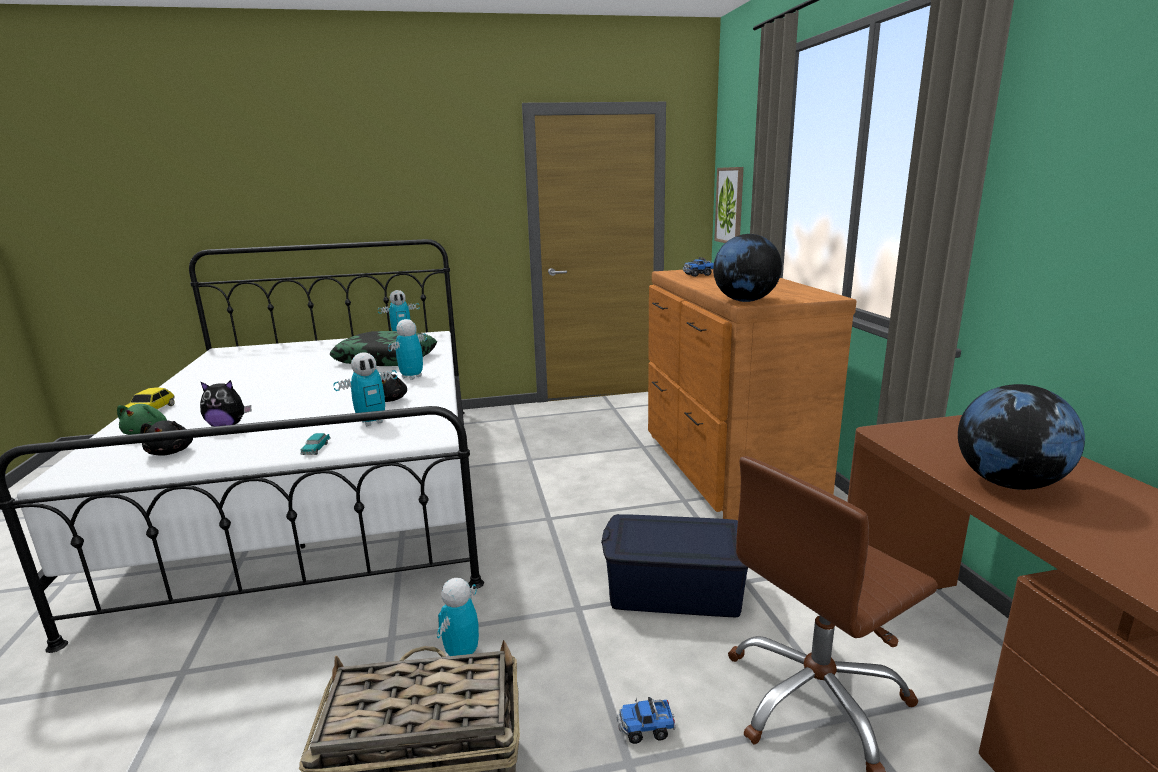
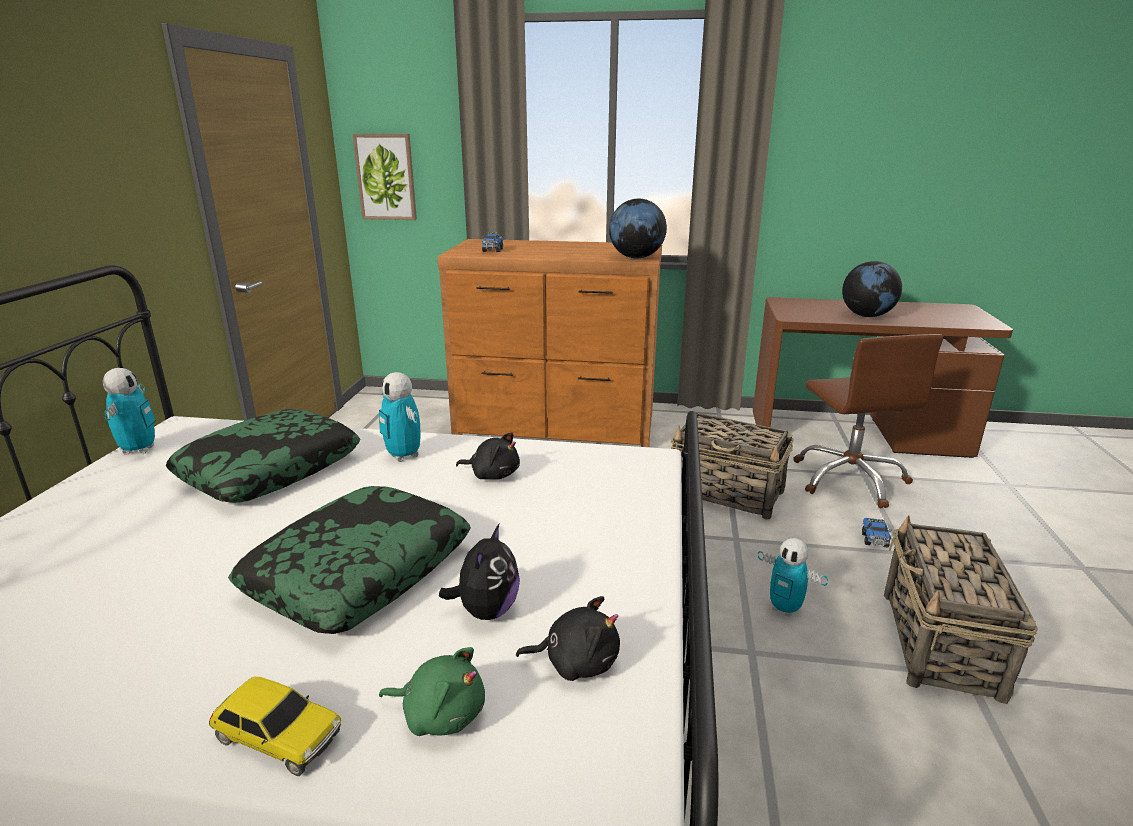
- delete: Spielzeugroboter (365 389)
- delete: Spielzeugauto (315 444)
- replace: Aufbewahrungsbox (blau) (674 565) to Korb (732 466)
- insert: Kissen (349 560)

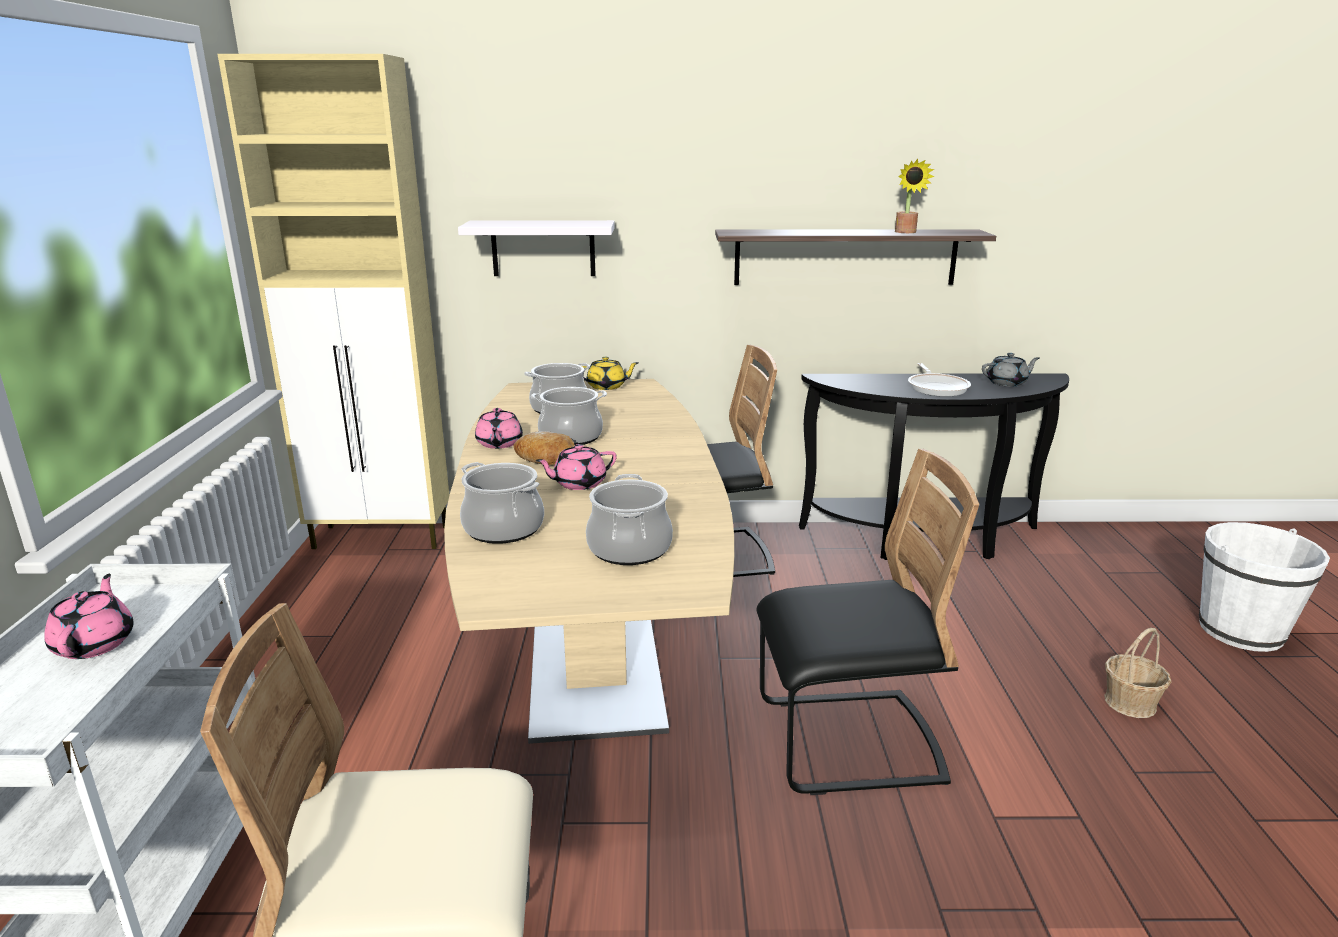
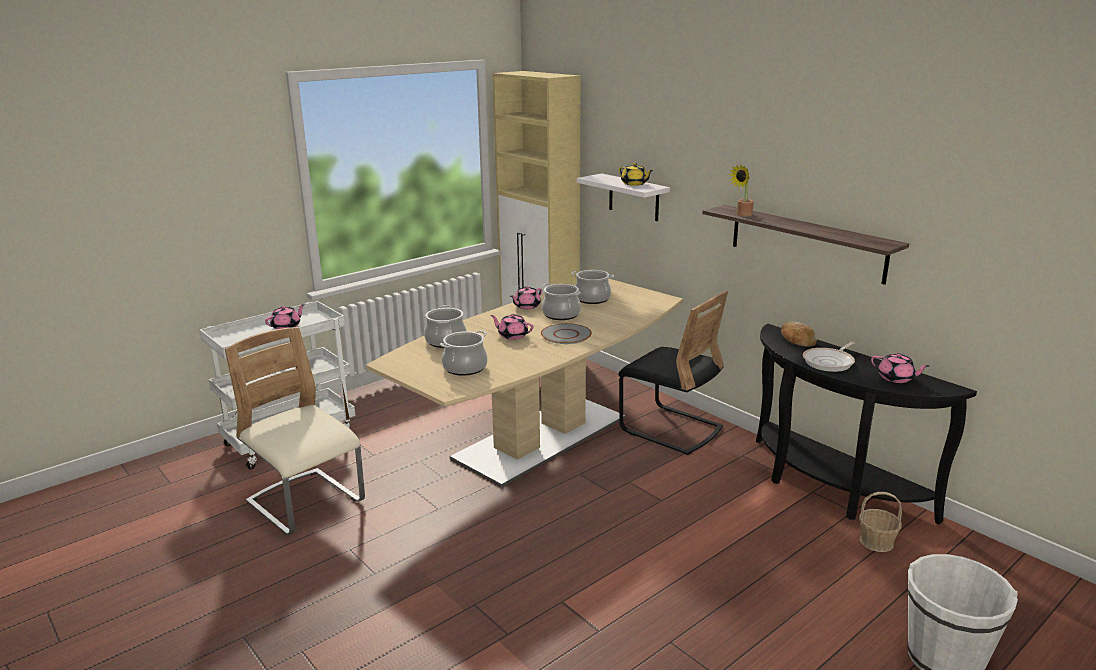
- move: Topfpflanze (915 196) to (741 190)
- recolor: Teekanne (grau) (1010 370) to Teekanne (rosa) (900 368)
- move: Teekanne (gelb) (610 373) to (636 174)
- move: Brot (544 448) to (799 334)
- delete: Stuhl (schwarz) (867 622)
- move: Korb (1137 673) to (880 522)
- insert: Teller (grau) (566 333)

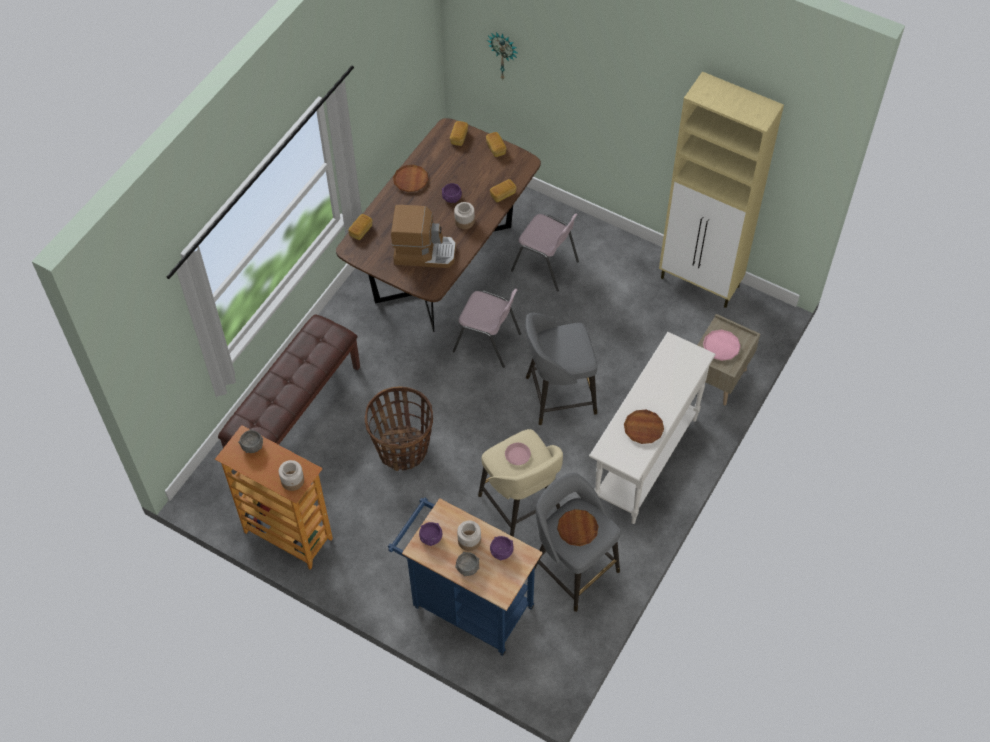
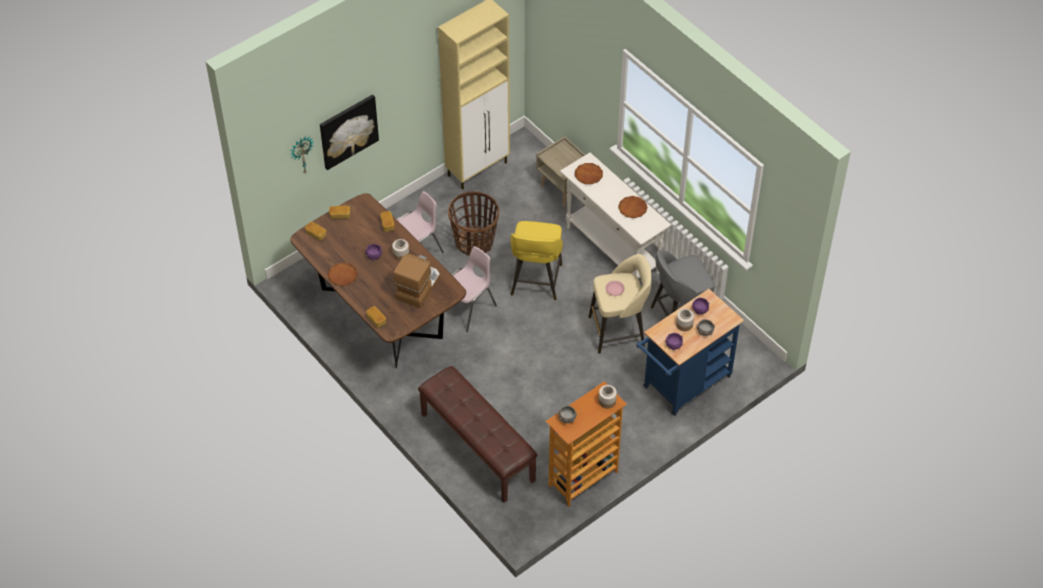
- recolor: Hocker (grau) (561 369) to Hocker (gelb) (537 260)
- delete: Teller (rosa) (722 345)
- move: Korb (399 429) to (473 223)
- move: Teller (braun) (577 527) to (589 173)
- insert: Bild (349 132)

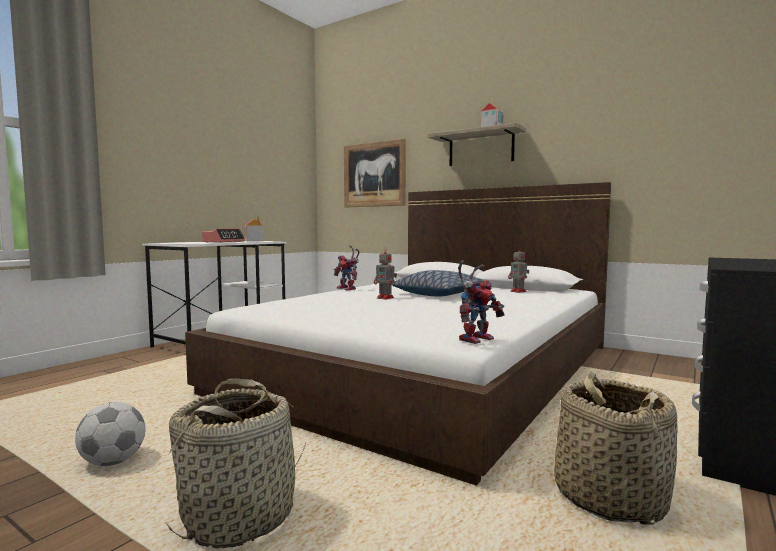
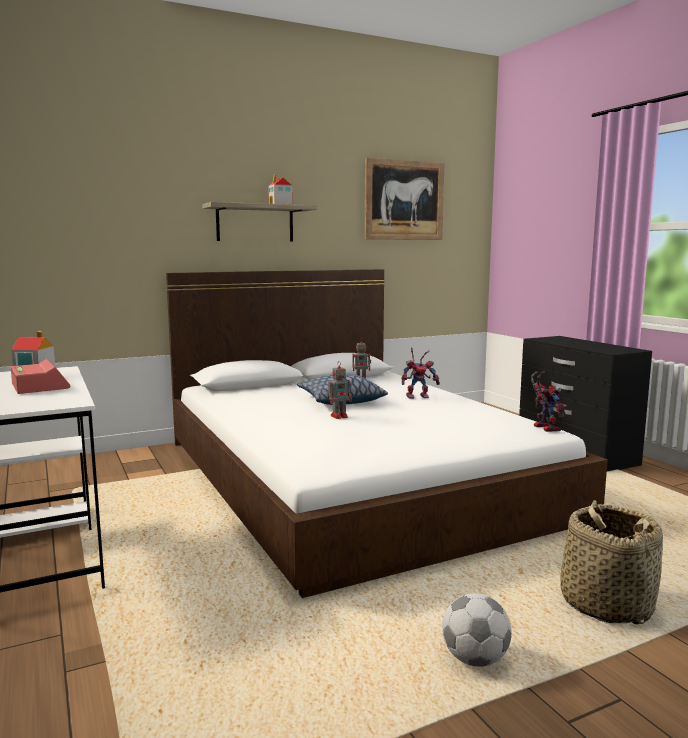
- move: Bild (375 172) to (404 199)
- move: Spielzeugroboter (347 267) to (420 373)
- delete: Korb (616 448)

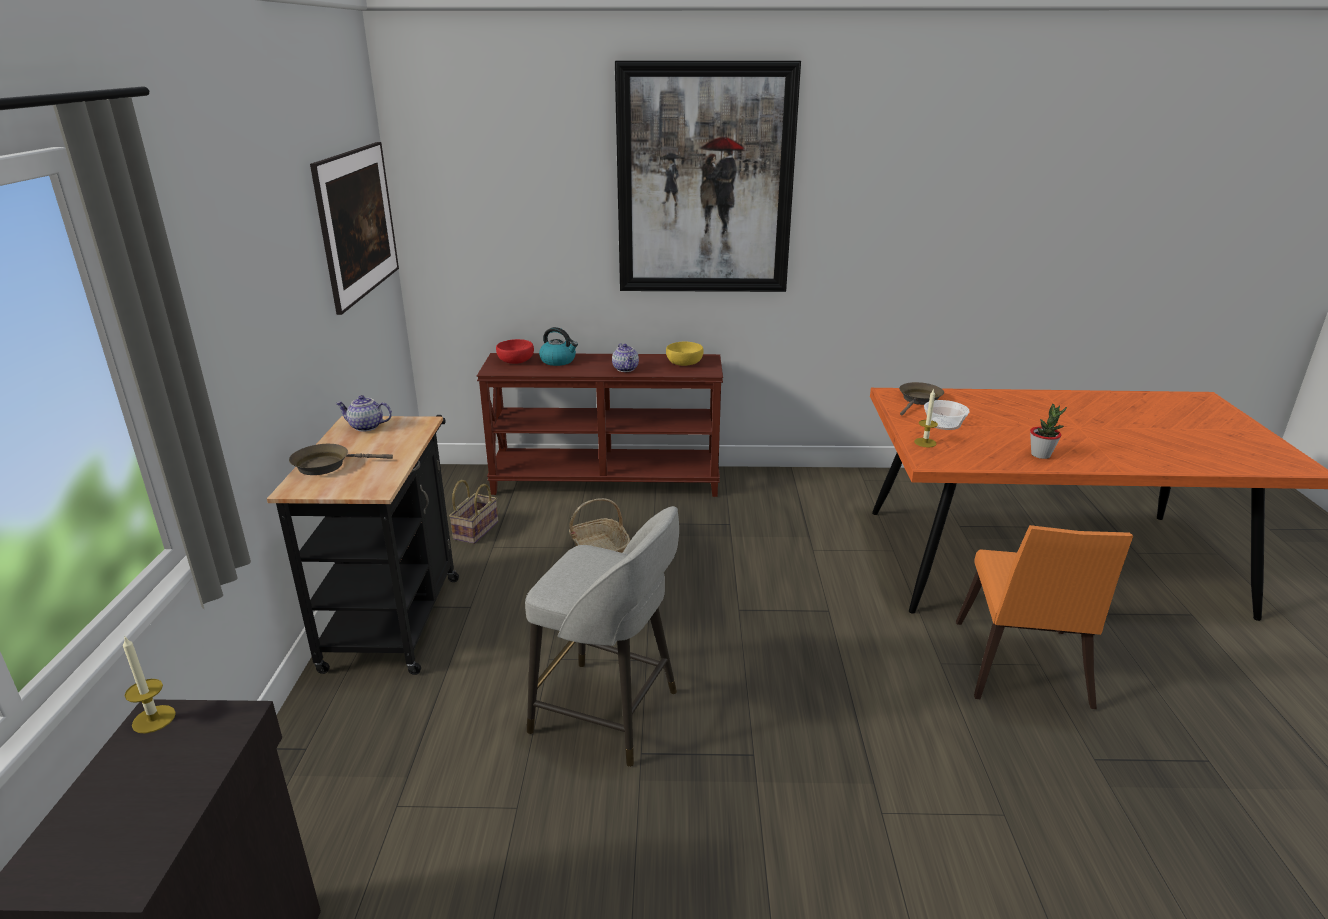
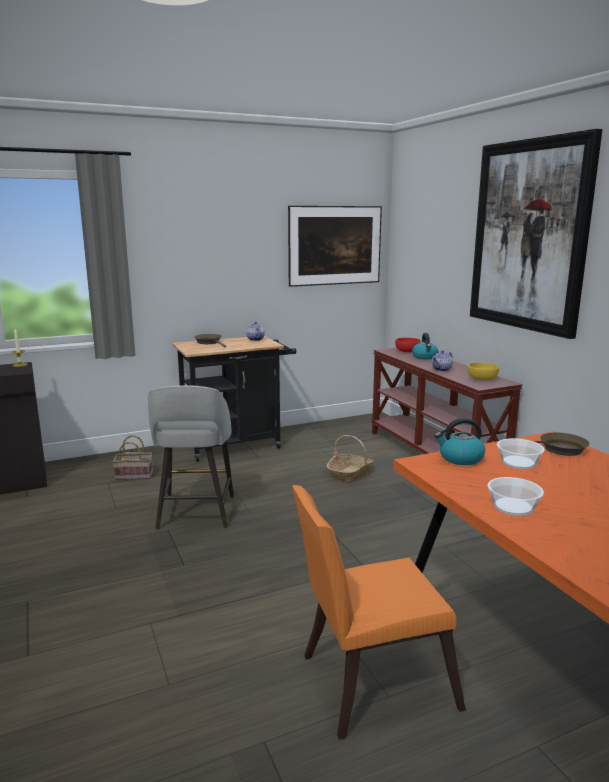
- replace: Kerze (926 418) to Wasserkessel (459 441)
- replace: Topfpflanze (1048 431) to Schüssel (516 496)
- move: Korb (473 512) to (132 457)

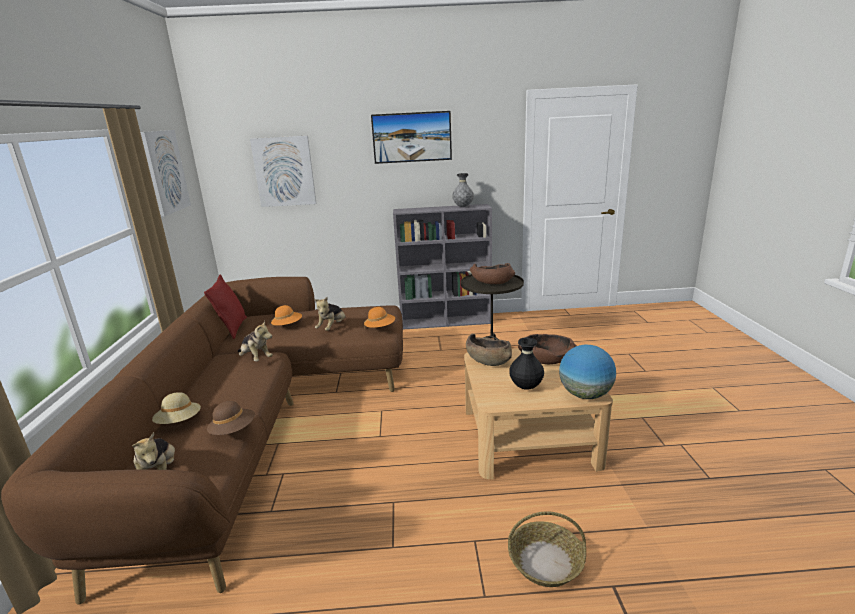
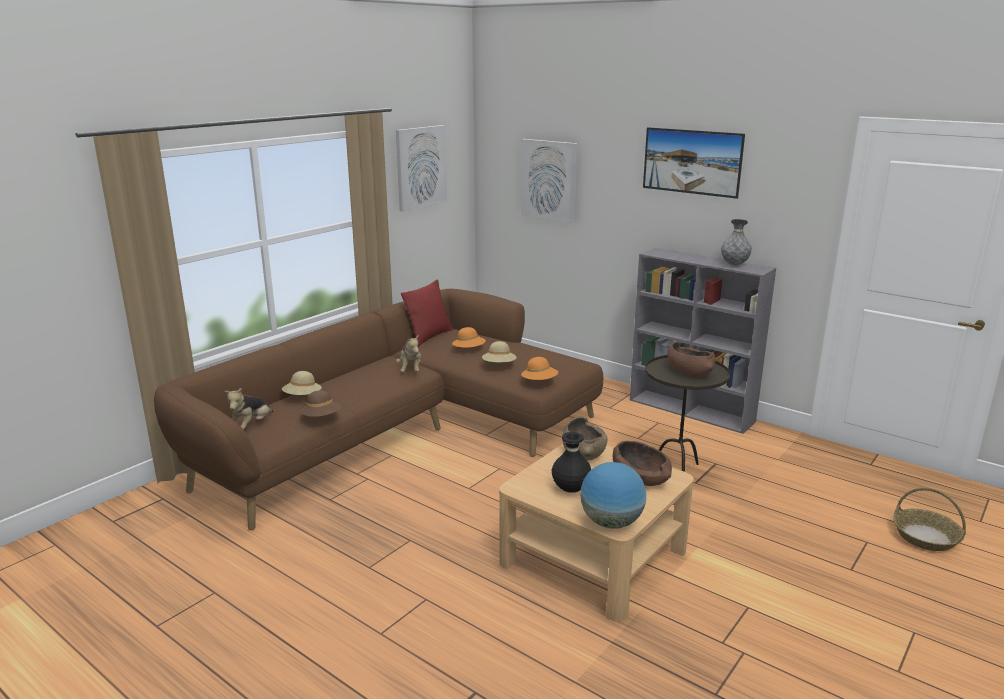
- replace: Plüschtier (330 314) to Hut (beige) (499 352)
- move: Korb (547 549) to (930 519)

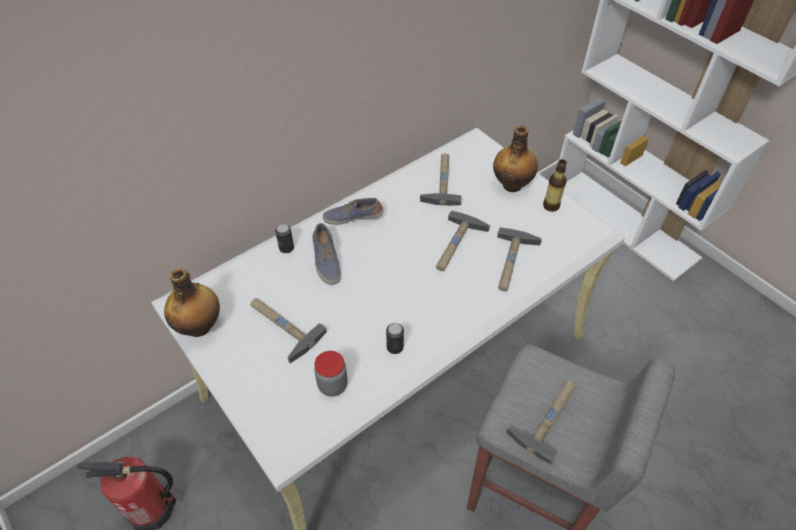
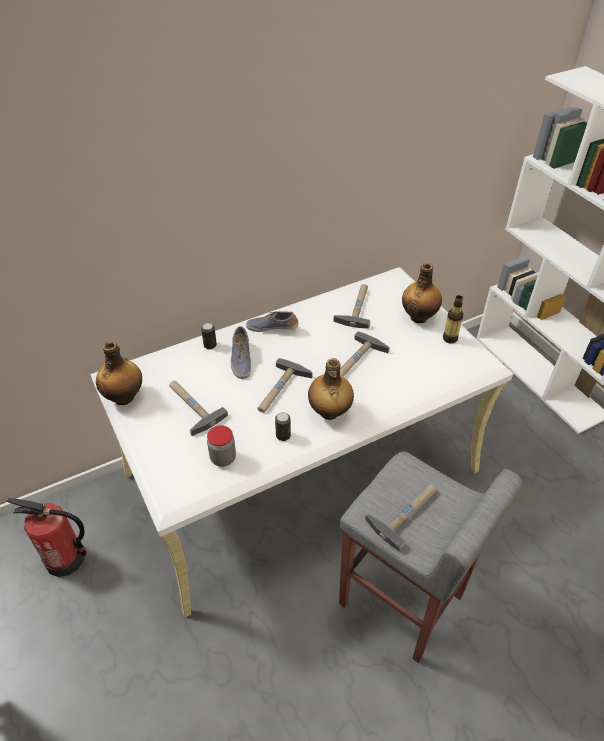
- move: Hammer (519 259) to (285 385)
- insert: Flasche (331 389)

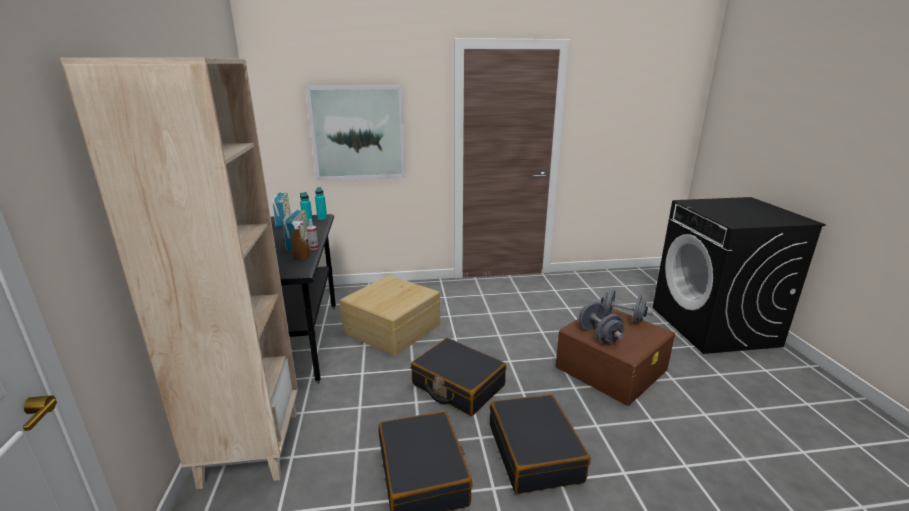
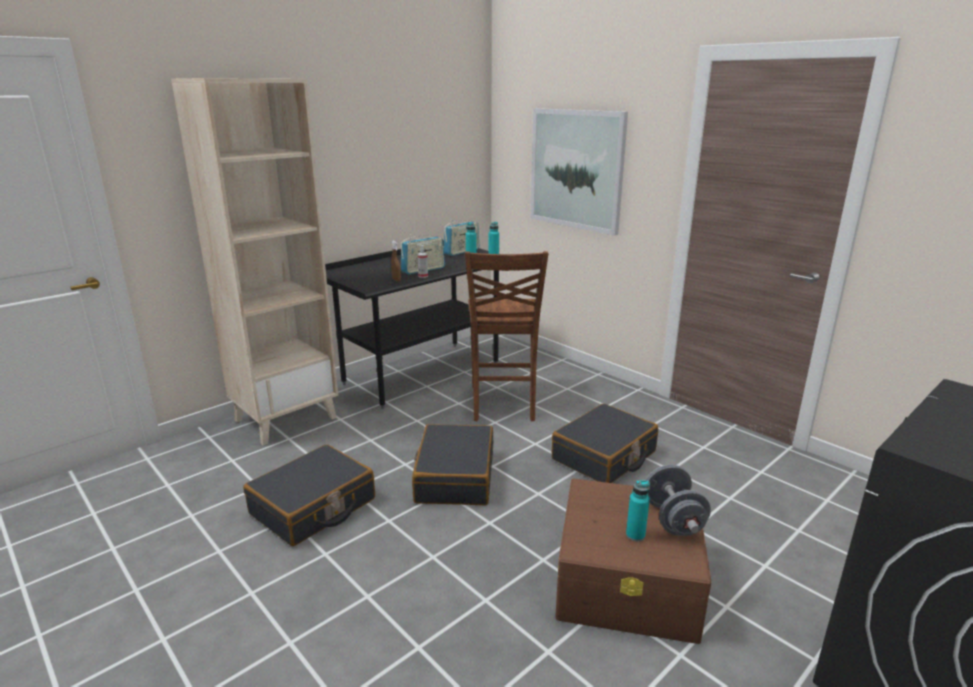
- replace: Aufbewahrungsbox (beige) (390 315) to Stuhl (braun) (507 336)
- delete: Hantel (grau) (601 323)
- move: Koffer (schwarz) (540 444) to (605 443)
- insert: Flasche (türkis) (638 510)

